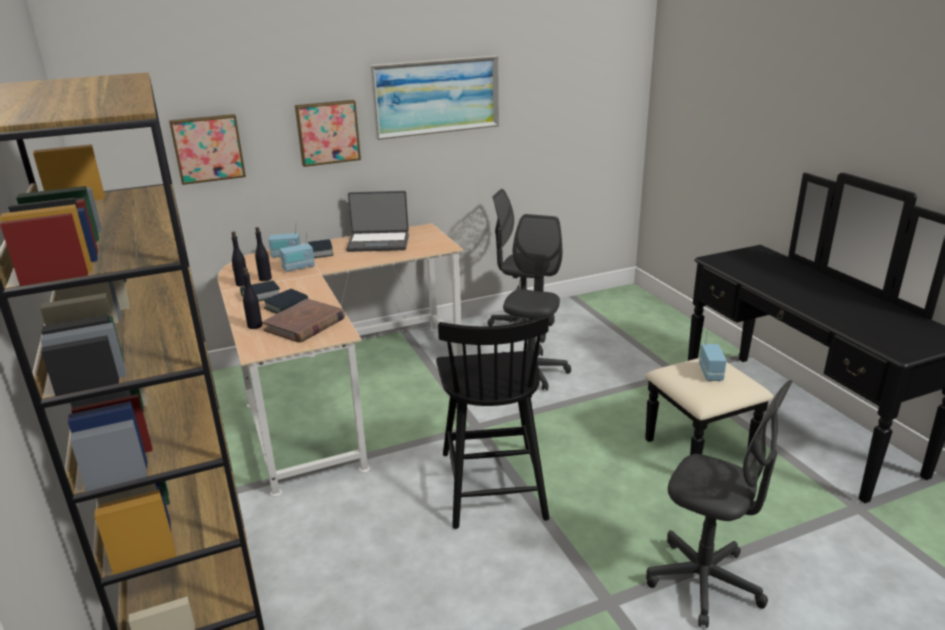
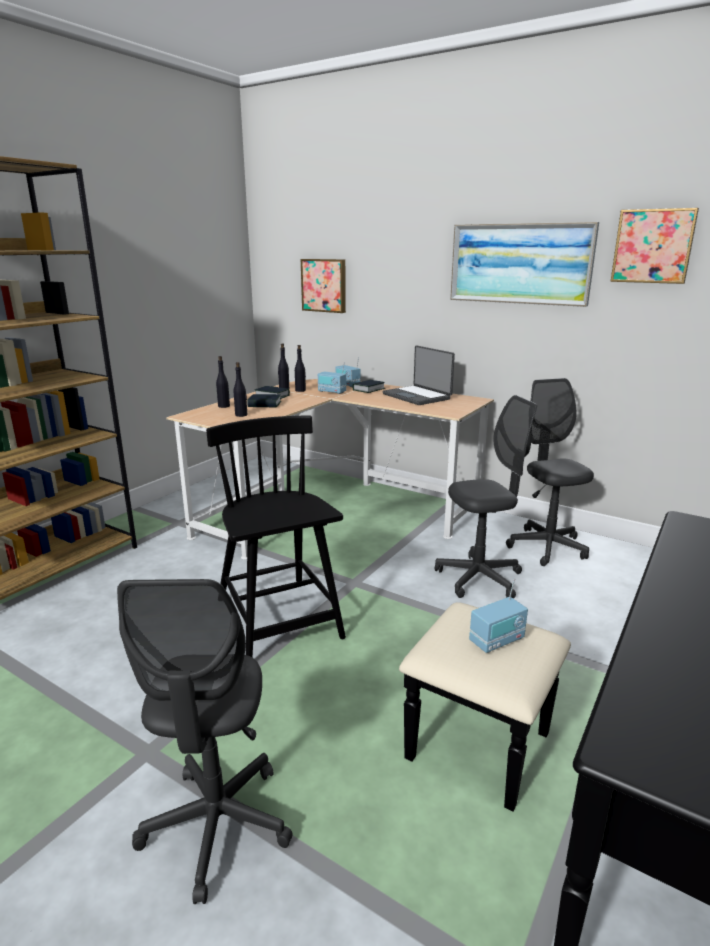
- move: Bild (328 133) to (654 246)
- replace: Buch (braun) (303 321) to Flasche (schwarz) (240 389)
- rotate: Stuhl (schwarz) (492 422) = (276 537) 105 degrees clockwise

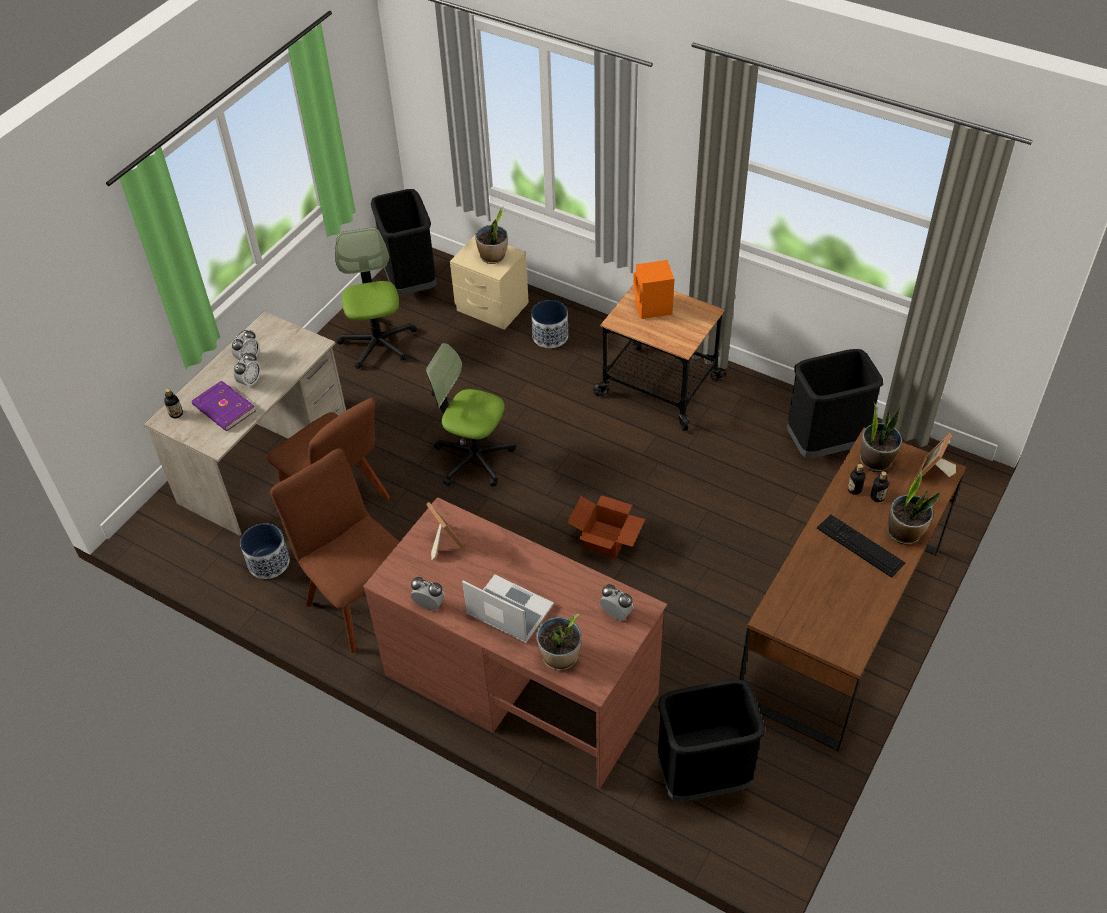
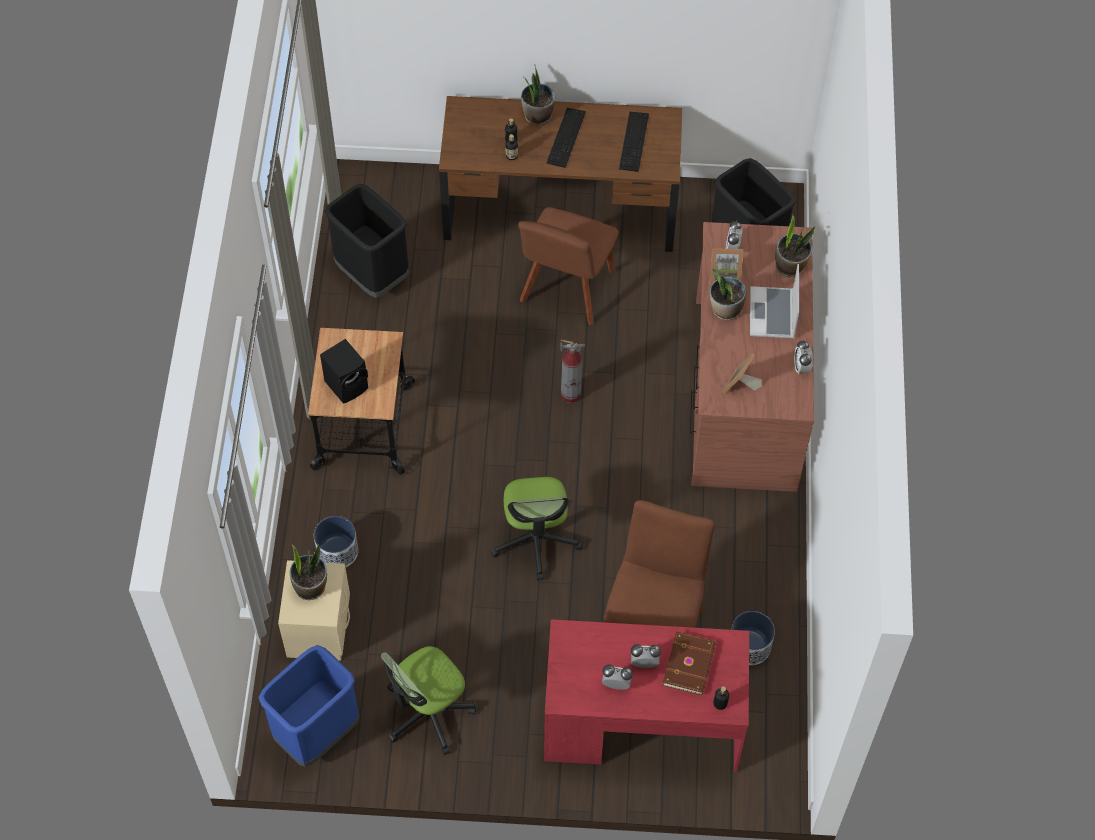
- recolor: Mülleimer (schwarz) (403 242) to Mülleimer (blau) (308 706)
- recolor: Lautsprecher (orange) (653 289) to Lautsprecher (schwarz) (344 371)
- recolor: Schreibtisch (beige) (245 424) to Schreibtisch (rot) (646 696)
- recolor: Buch (lila) (224 405) to Buch (braun) (689 663)
- move: Topfpflanze (881 437) to (728 294)
- move: Bilderrahmen (935 456) to (726 266)
- move: Stuhl (braun) (335 550) to (568 266)
- replace: Karton (606 526) to Feuerlöscher (572 371)
- insert: Tastatur (634 142)

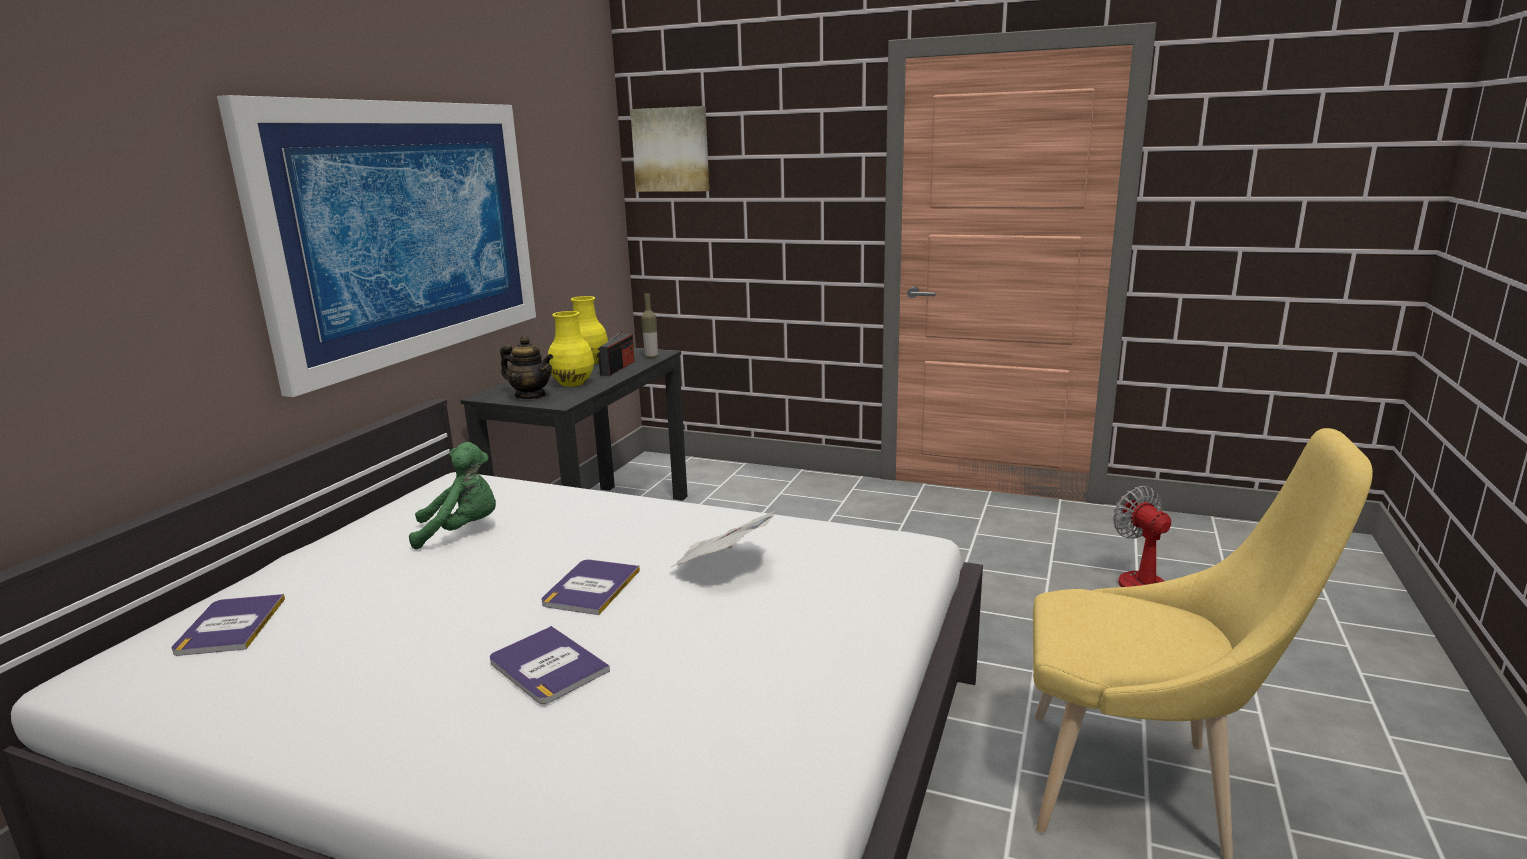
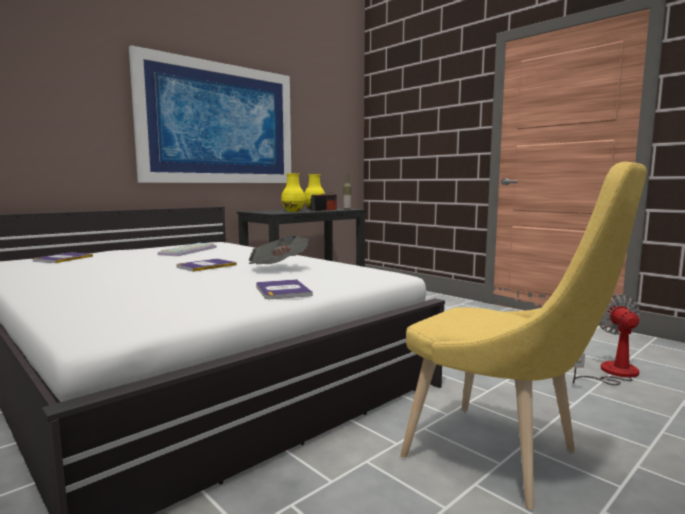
- delete: Bild (669 149)
- delete: Teekanne (526 367)
- replace: Plüschtier (grün) (452 496) to Tastatur (187 249)
- move: Buch (550 665) to (284 289)

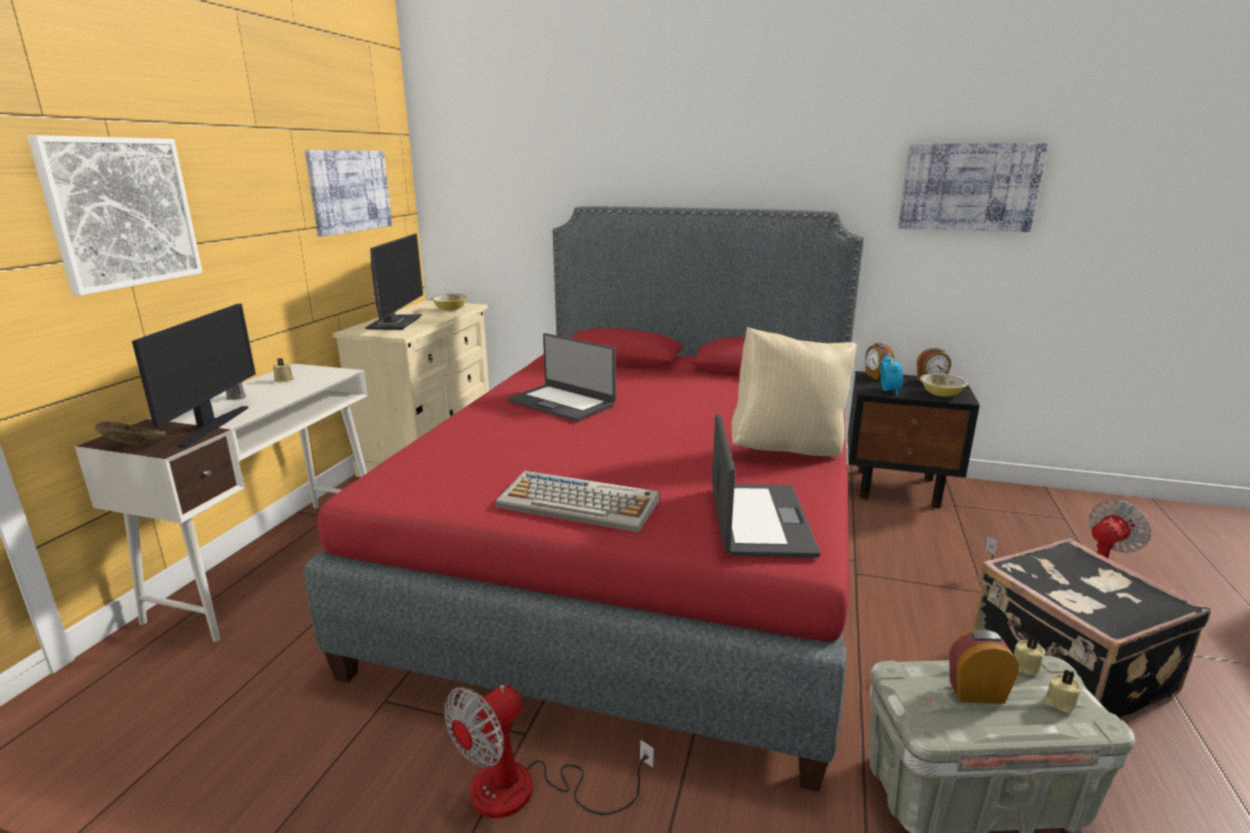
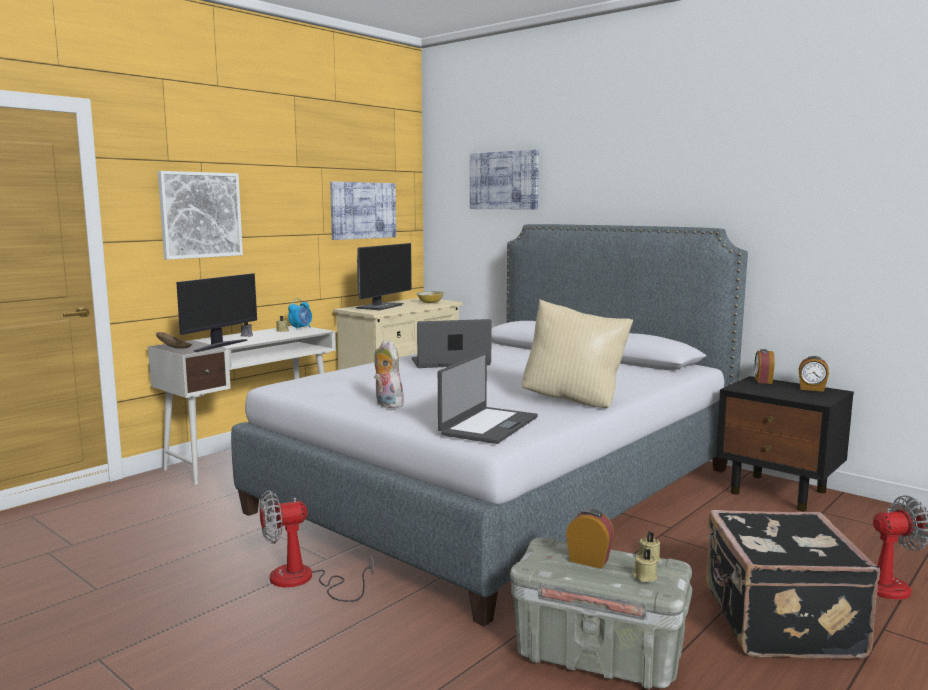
- move: Bild (973 187) to (504 180)
- recolor: Bett (rot) (584 499) to Bett (grau) (489 425)
- rotate: Laptop (561 377) = (452 343) 105 degrees clockwise
- move: Wecker (891 374) to (300 314)
- delete: Schüssel (944 385)
- replace: Tastatur (577 501) to Plüschtier (389 374)

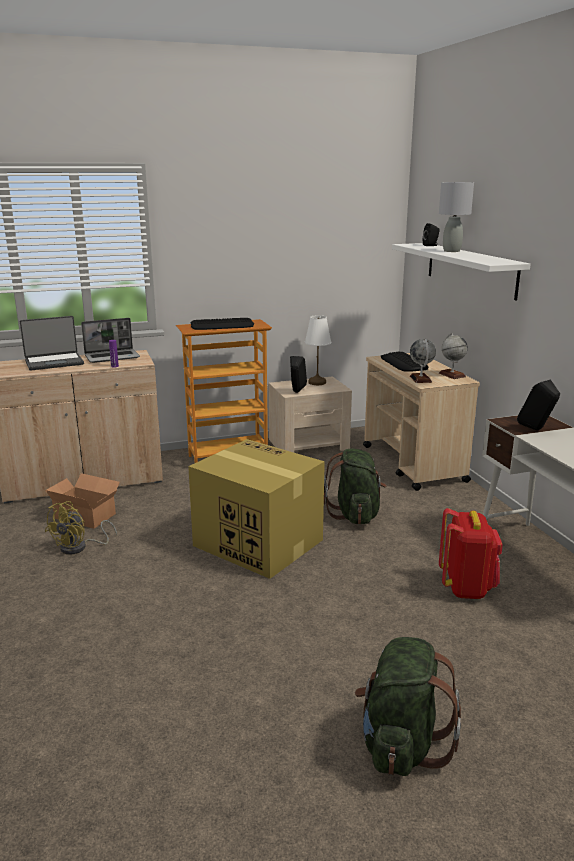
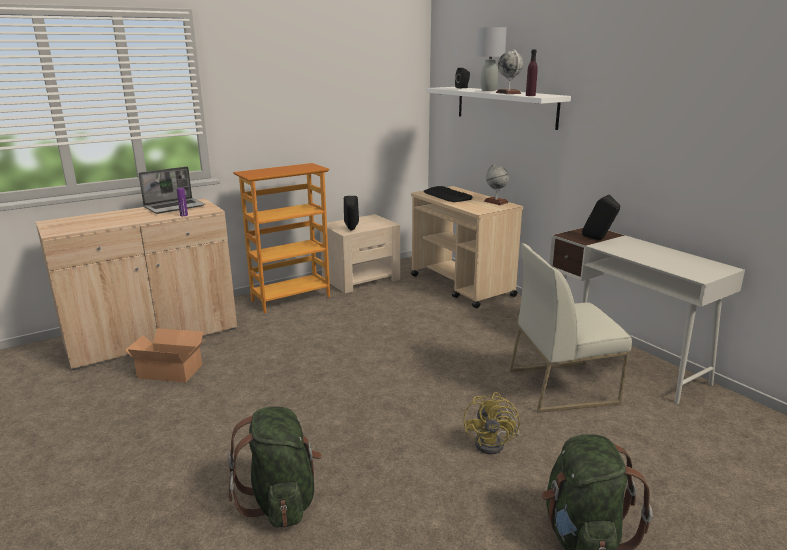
- delete: Tischlampe (weiß) (318 350)
- delete: Laptop (52 343)
- delete: Tastatur (222 324)
- move: Globus (423 361) to (509 72)
- delete: Karton (256 509)
- move: Rucksack (grün) (355 486) to (275 467)
- move: Ventilator (gelb) (81 528) to (492 423)
- replace: Rucksack (rot) (471 553) to Stuhl (weiß) (570 328)
- insert: Flasche (lila) (532 73)

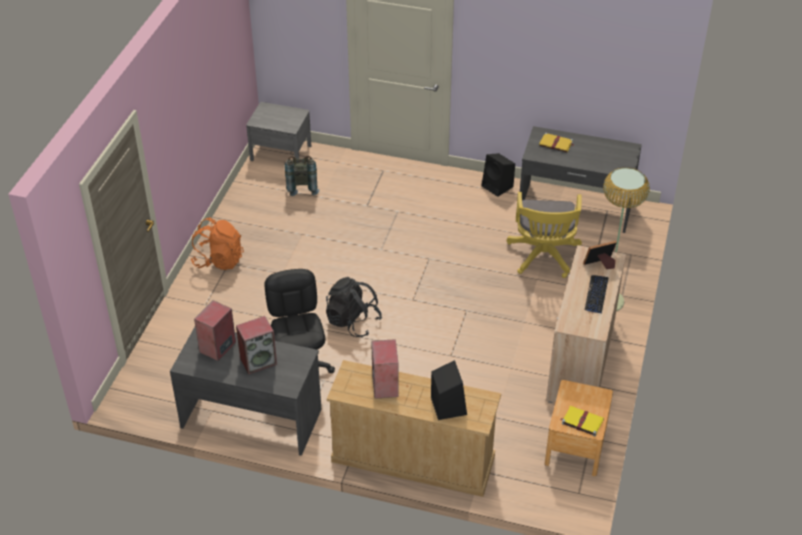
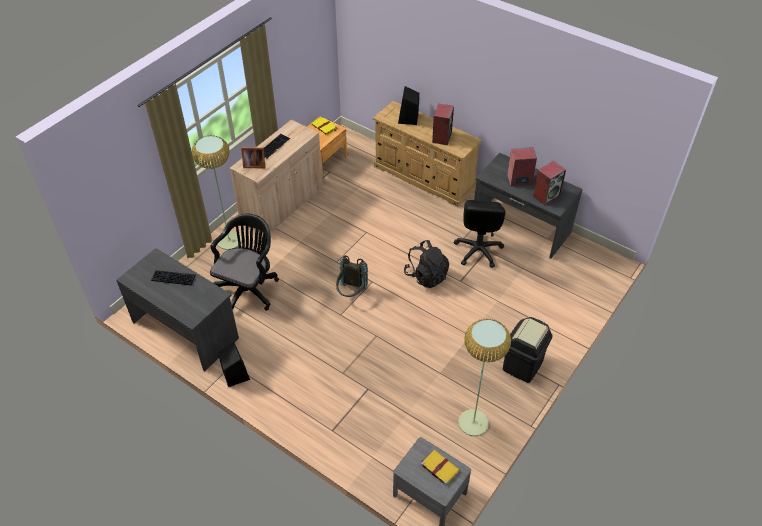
- move: Buch (gelb) (556 142) to (440 468)
- move: Rucksack (grau) (302 176) to (352 276)
- recolor: Bürostuhl (gelb) (544 235) to Bürostuhl (schwarz) (244 262)
- replace: Rucksack (orange) (217 243) to Mülleimer (schwarz) (527 350)
- insert: Tastatur (173 278)
- insert: Stehlampe (485 377)

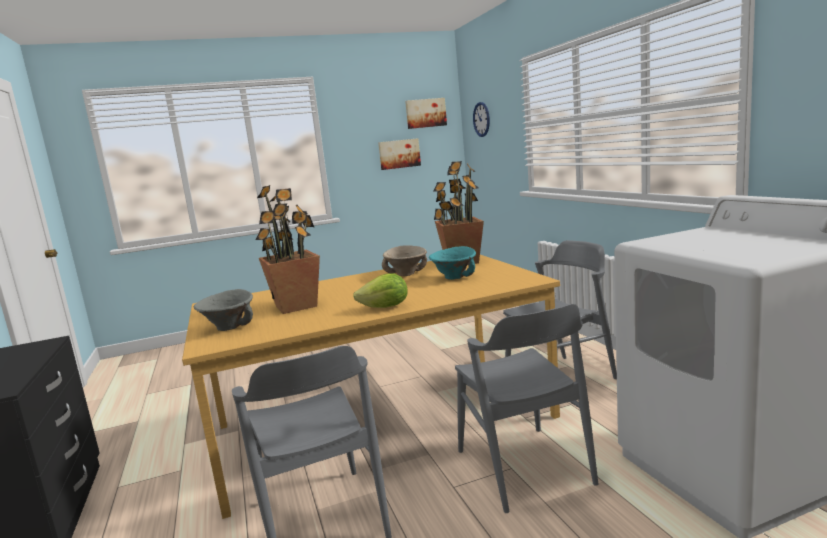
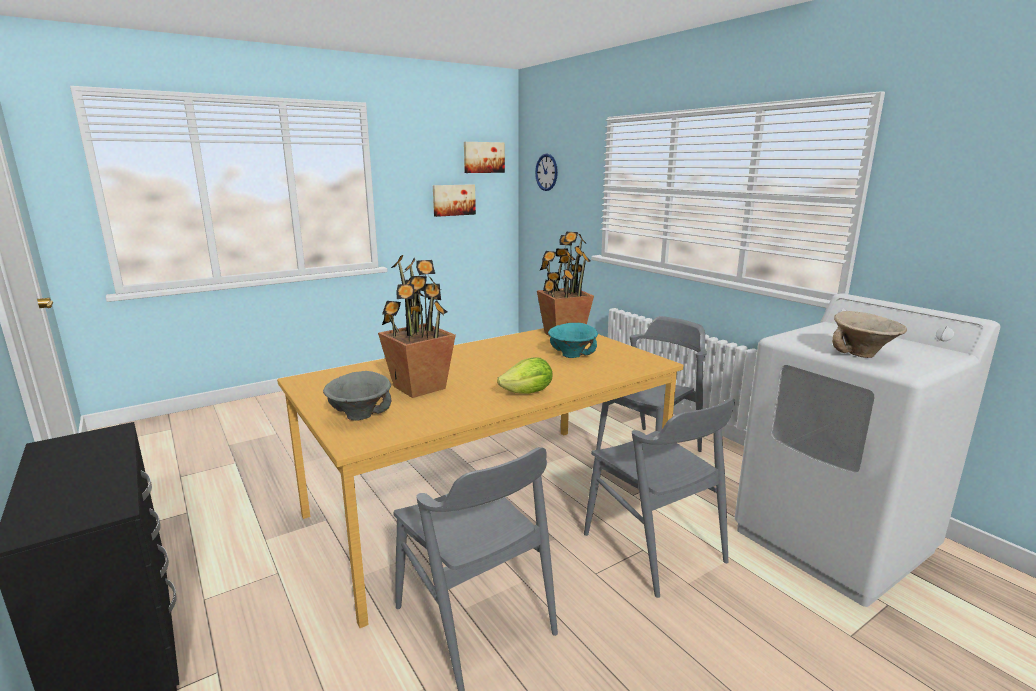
- move: Schüssel (beige) (404 260) to (869 334)

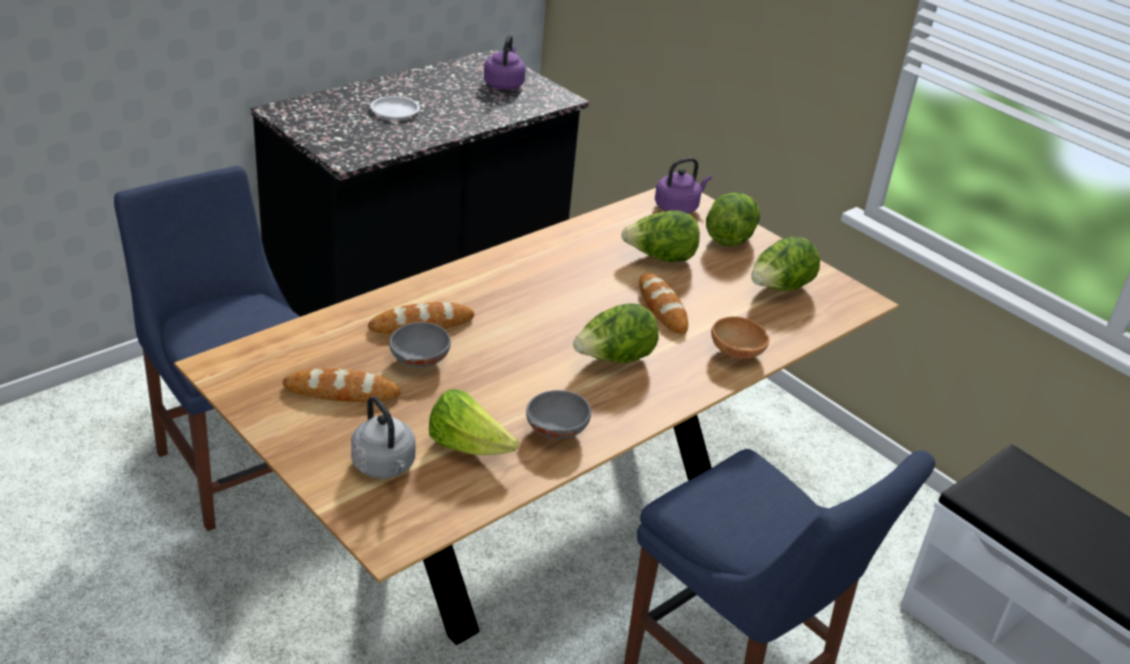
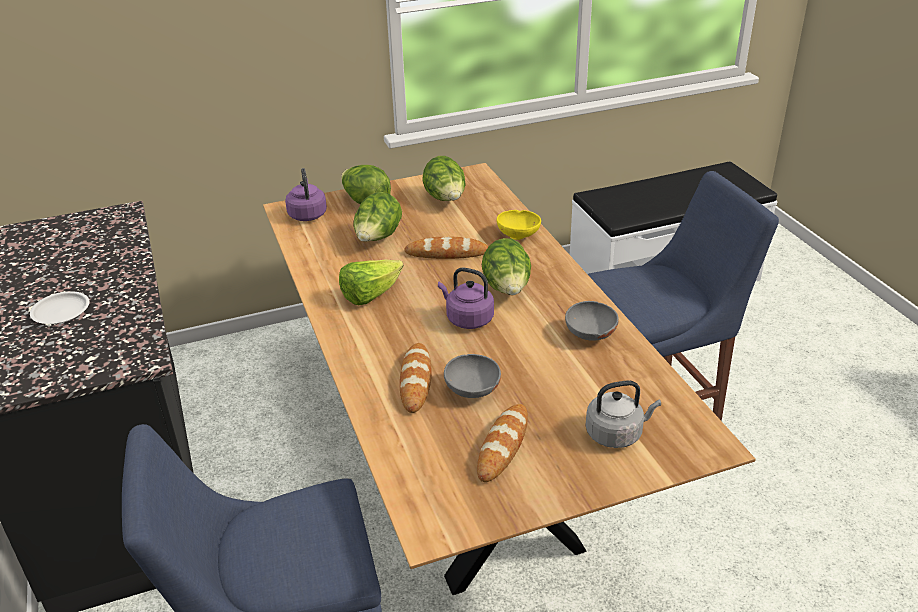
- move: Wasserkessel (lila) (505 62) to (466 298)
- recolor: Schüssel (braun) (740 337) to Schüssel (gelb) (518 225)
- move: Salatkopf (474 422) to (371 282)

